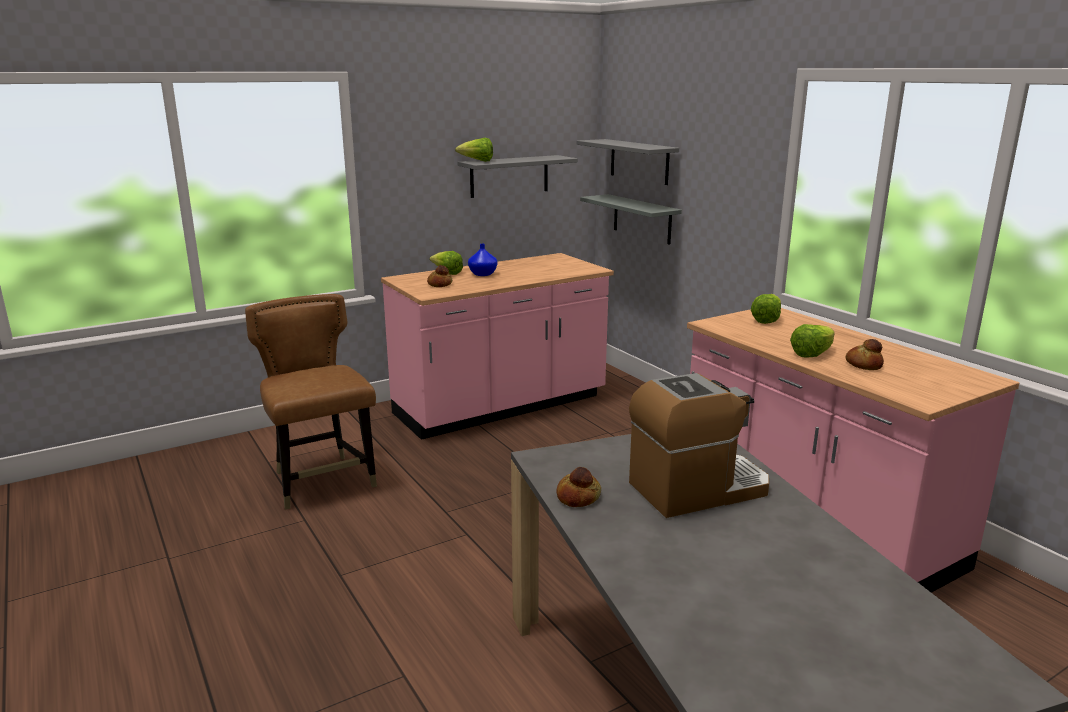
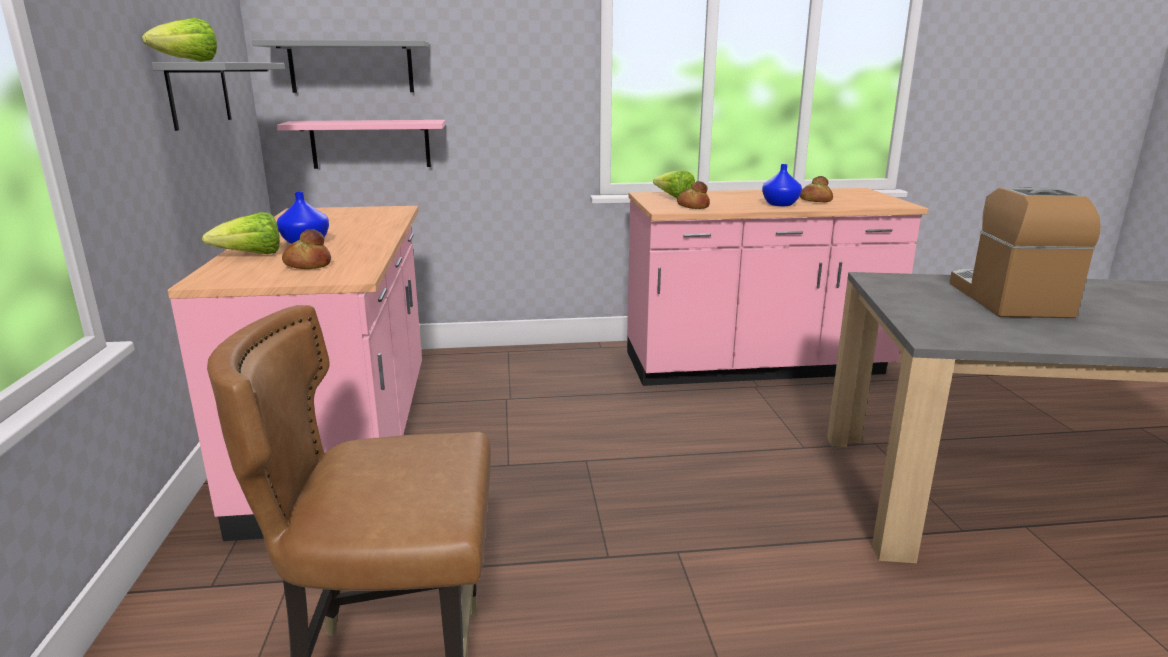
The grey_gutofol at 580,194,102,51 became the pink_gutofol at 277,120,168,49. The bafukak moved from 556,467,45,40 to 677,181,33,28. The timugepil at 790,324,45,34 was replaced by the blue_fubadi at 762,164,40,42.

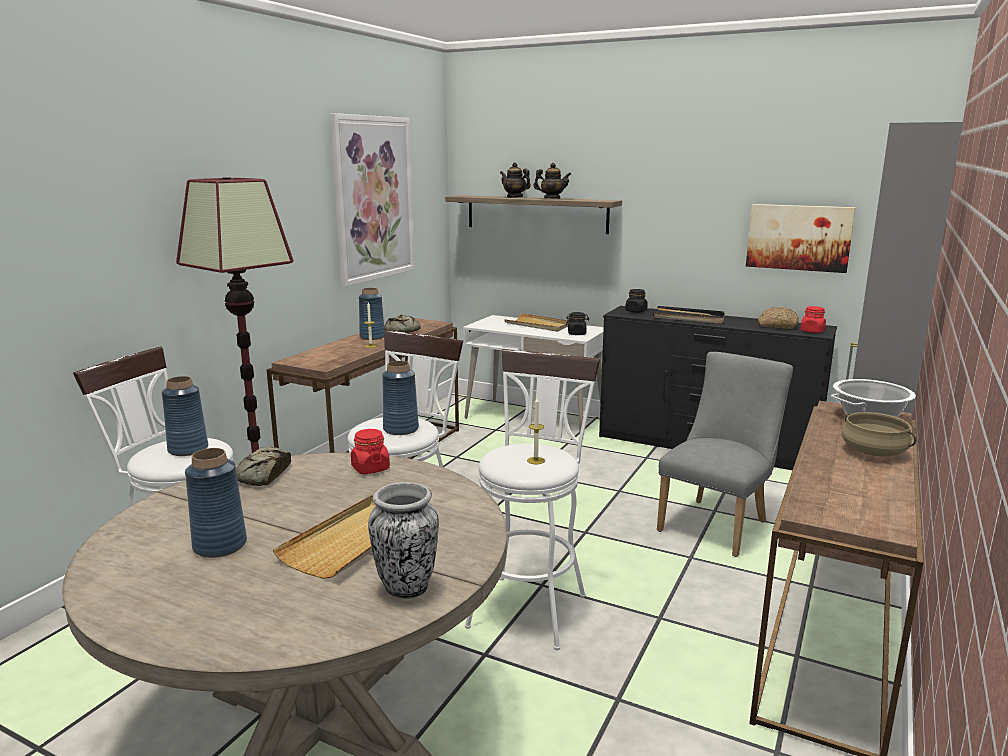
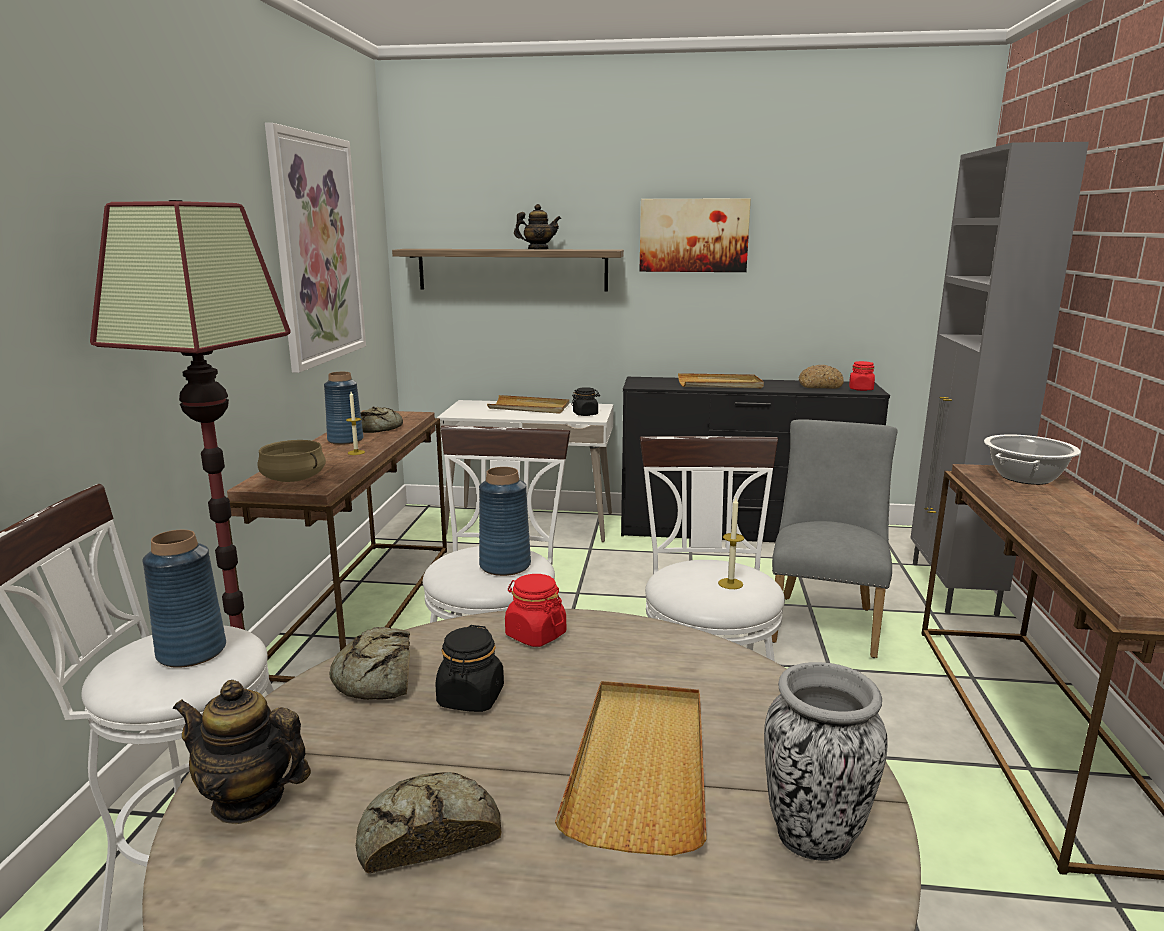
The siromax moved from 500,162,31,36 to 173,680,138,144. The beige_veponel moved from 841,412,75,44 to 258,440,68,42. The blue_fubadi at 185,448,62,110 was replaced by the bafukak at 356,772,145,102. The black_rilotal moved from 625,289,23,24 to 436,625,68,87. The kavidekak moved from 746,204,110,69 to 639,198,112,74. The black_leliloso at 653,306,72,18 became the beige_leliloso at 678,373,86,15.

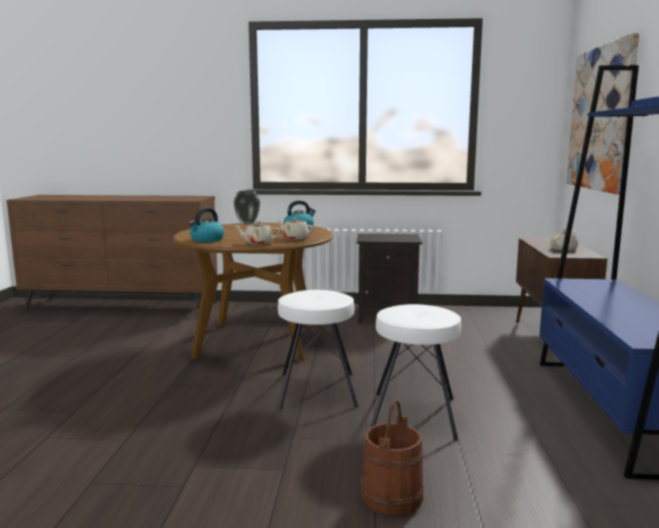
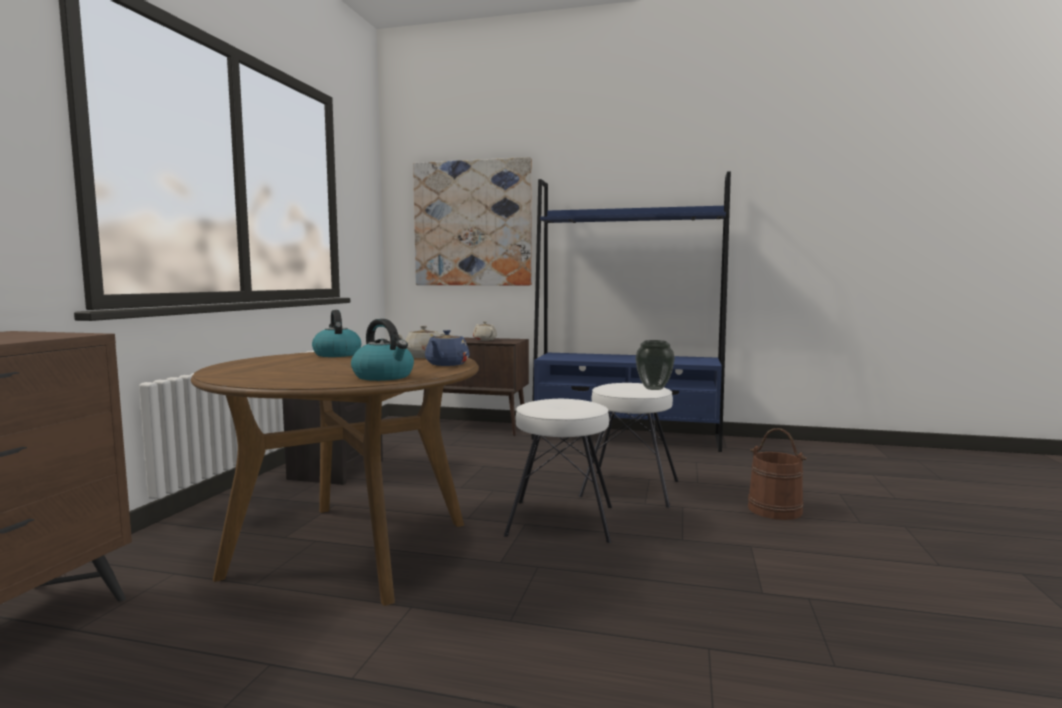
The beige_siromax at 234,221,46,24 became the blue_siromax at 425,330,45,36. The fubadi moved from 234,190,26,35 to 635,340,40,50.

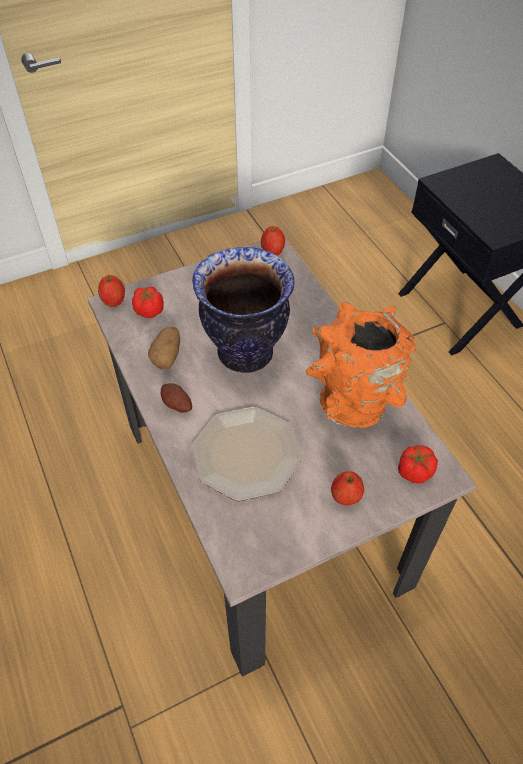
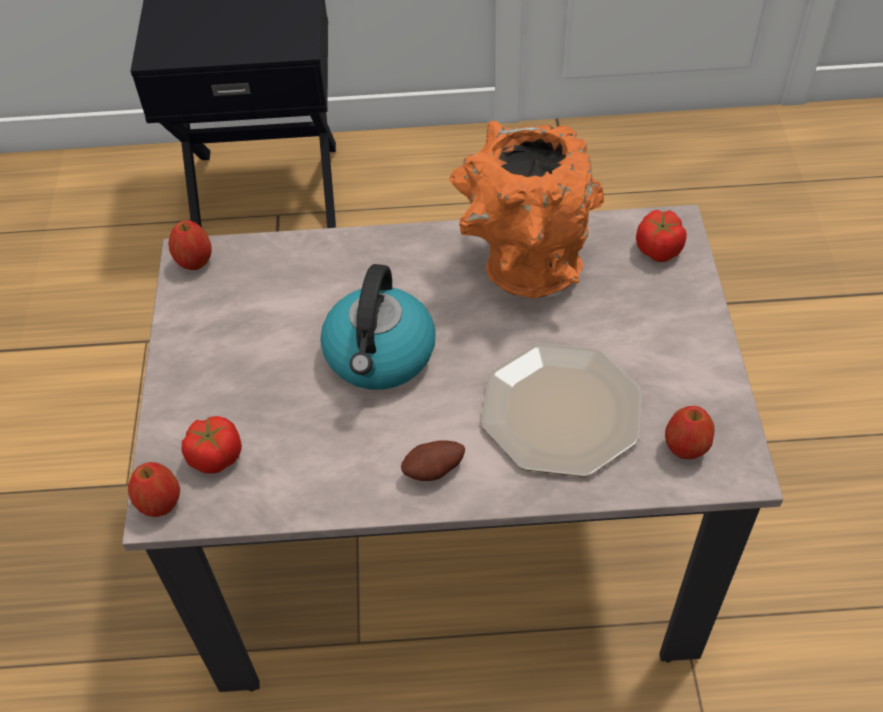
The fubadi at 193,247,101,126 was replaced by the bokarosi at 320,264,116,126. The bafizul moved from 331,471,33,34 to 665,406,50,54. The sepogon at 148,327,32,43 disappeared.

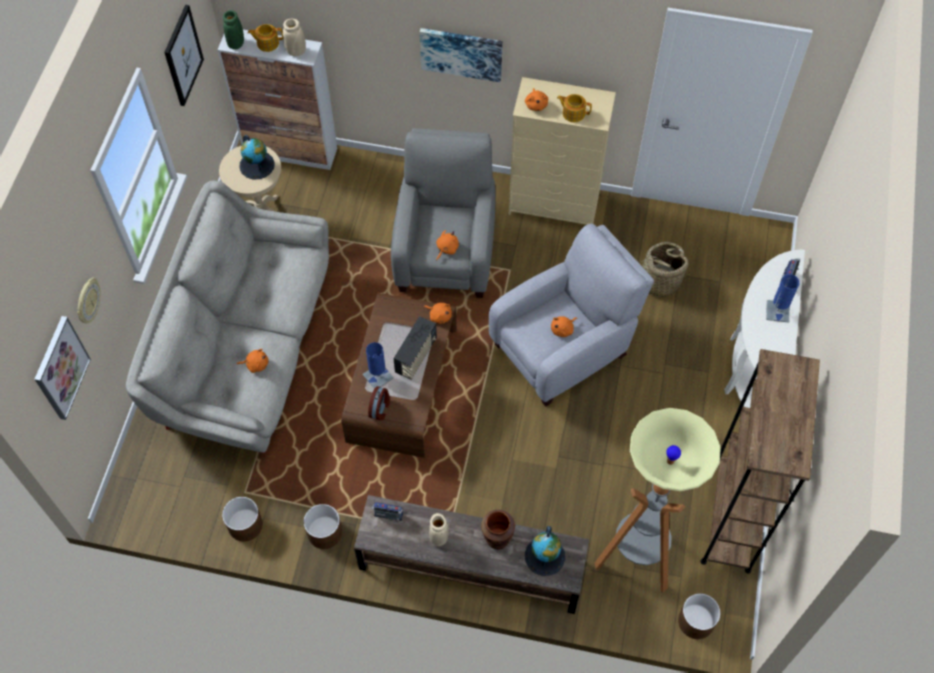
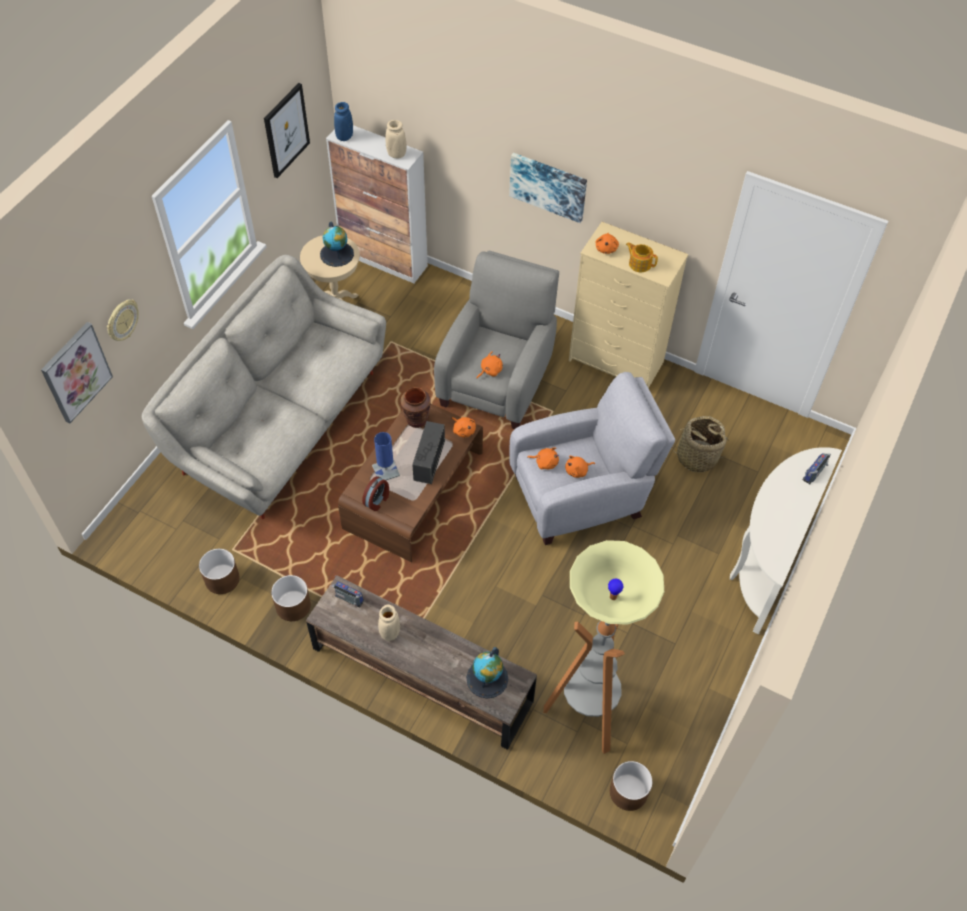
The green_fubadi at 223,10,21,39 became the blue_fubadi at 334,102,19,39. The brown_fubadi moved from 481,510,34,39 to 401,387,30,41. The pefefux at 393,316,44,64 turned 150 degrees clockwise. The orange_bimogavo moved from 237,349,32,24 to 527,447,32,22. The siromax at 247,24,36,28 disappeared. The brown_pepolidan at 701,349,119,224 disappeared. The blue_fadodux at 766,274,34,49 disappeared.

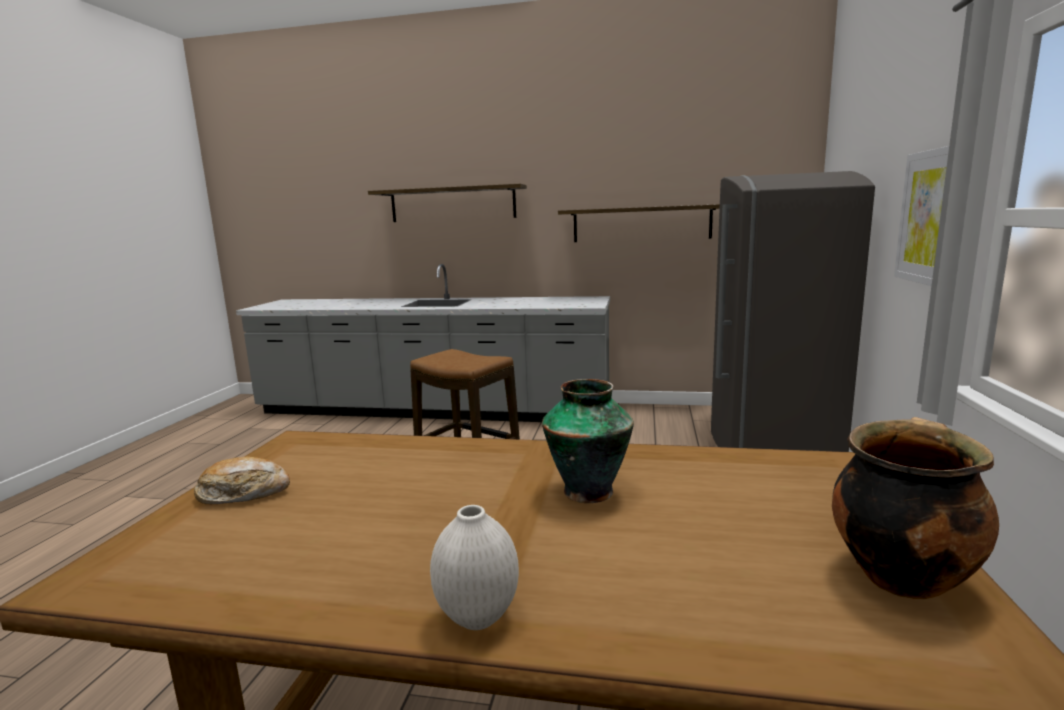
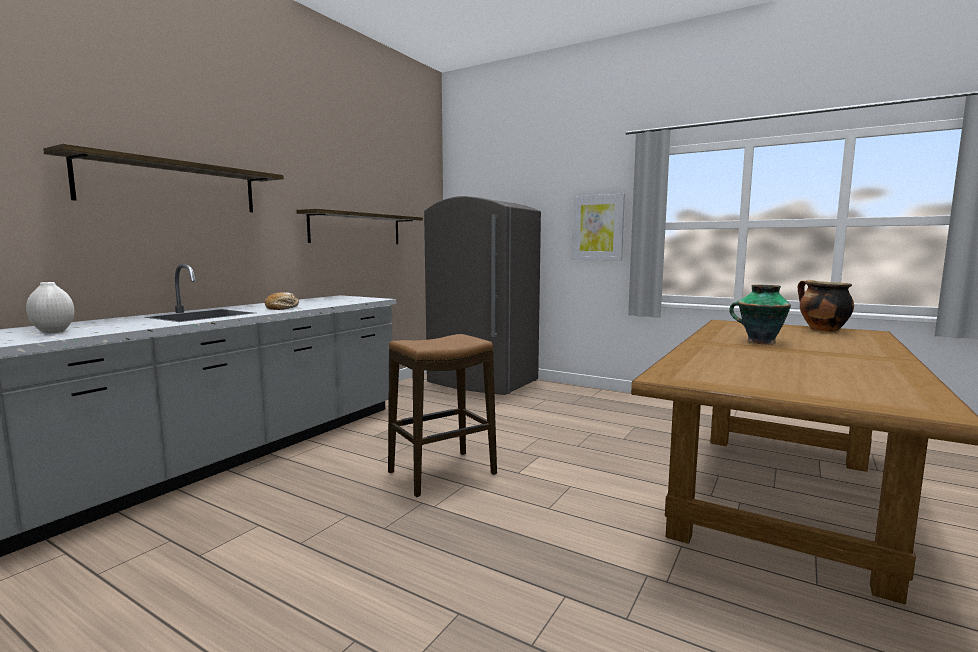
The white_fubadi moved from 430,505,89,125 to 26,282,48,51. The bafukak moved from 194,457,96,47 to 265,292,34,18.

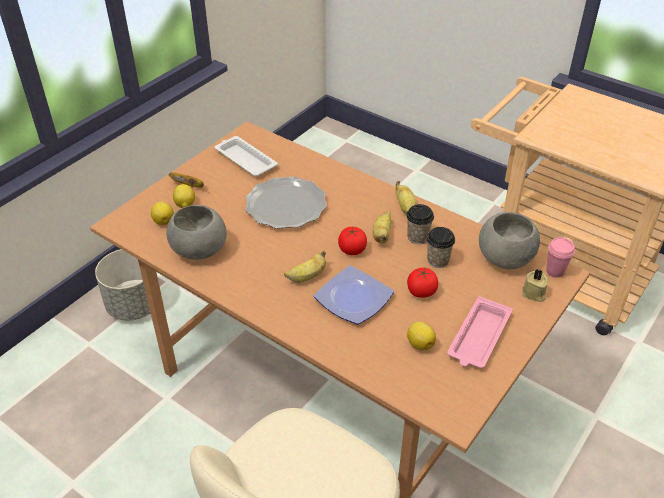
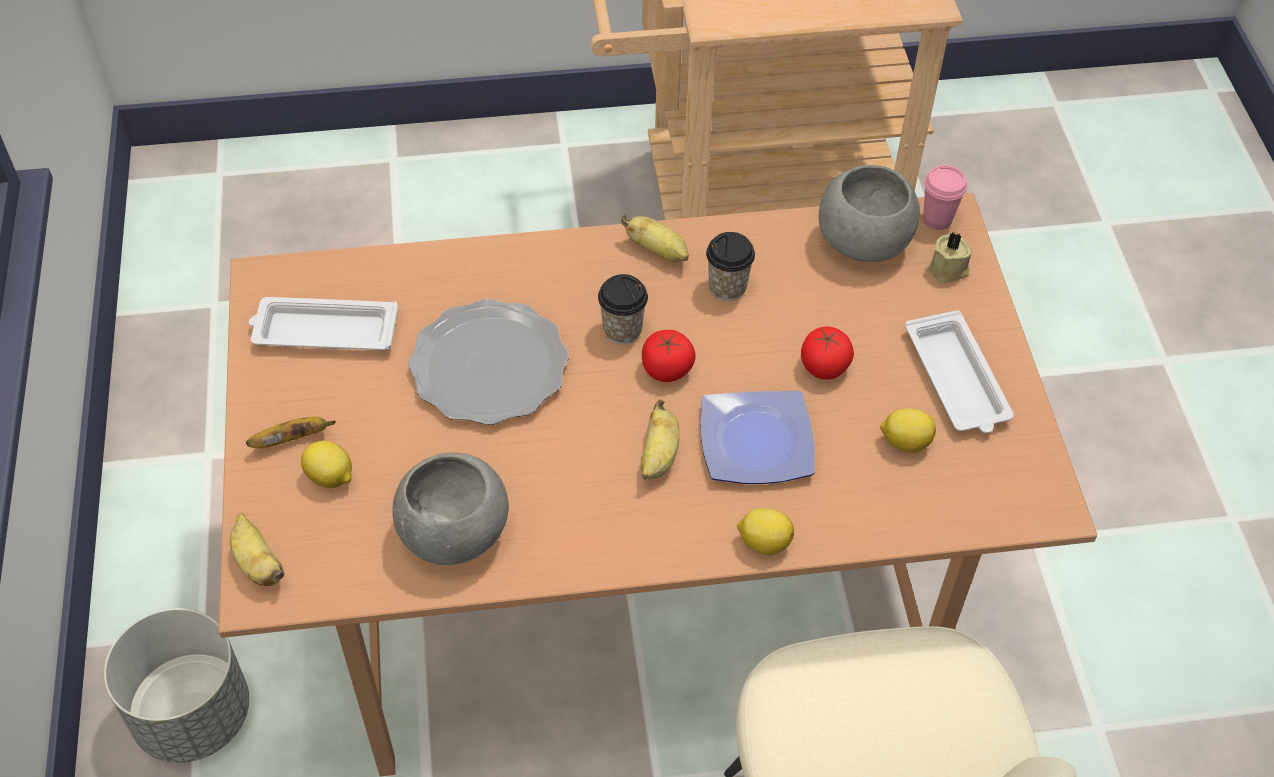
The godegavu moved from 372,211,19,33 to 230,513,54,73. The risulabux moved from 427,227,28,41 to 598,274,50,70. The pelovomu moved from 151,201,23,24 to 737,508,57,47. The pink_leliloso at 447,296,66,72 became the white_leliloso at 905,310,109,123.

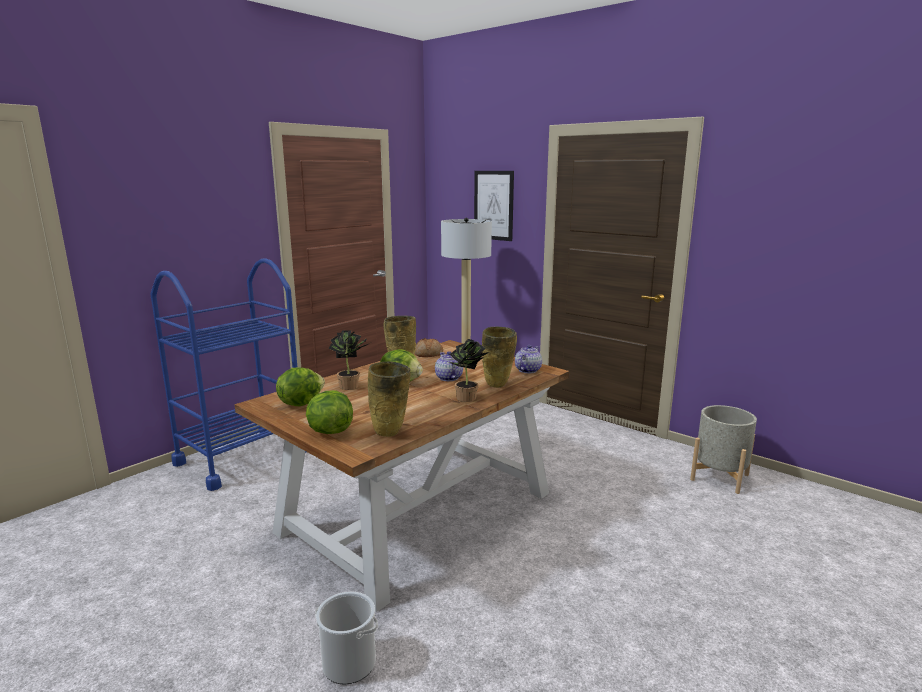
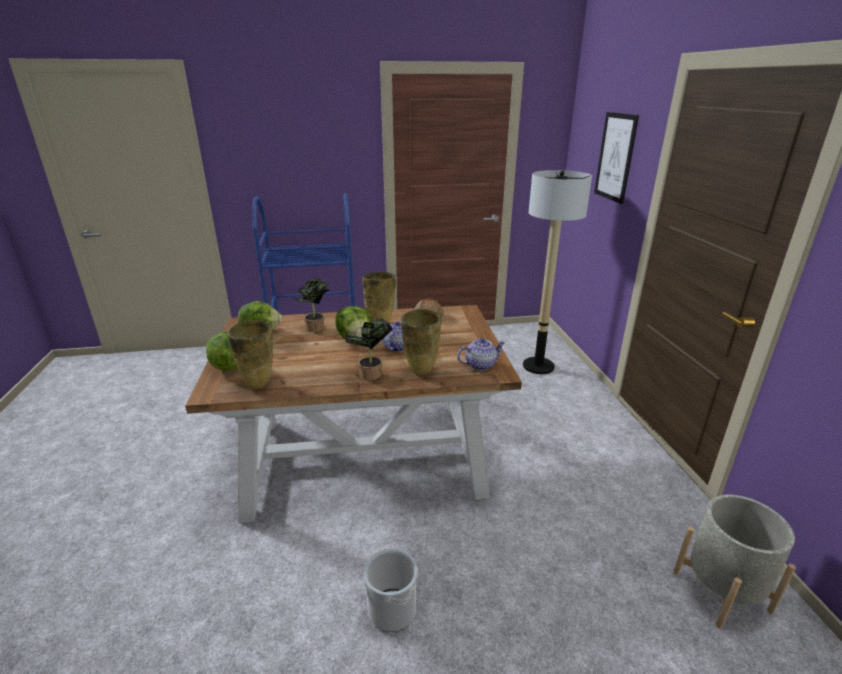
The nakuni moved from 315,591,63,93 to 364,548,53,84.

